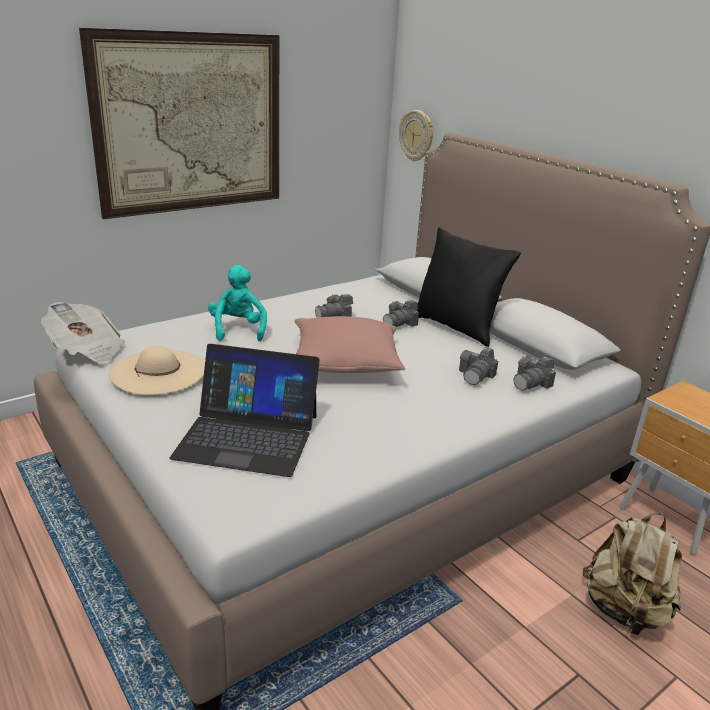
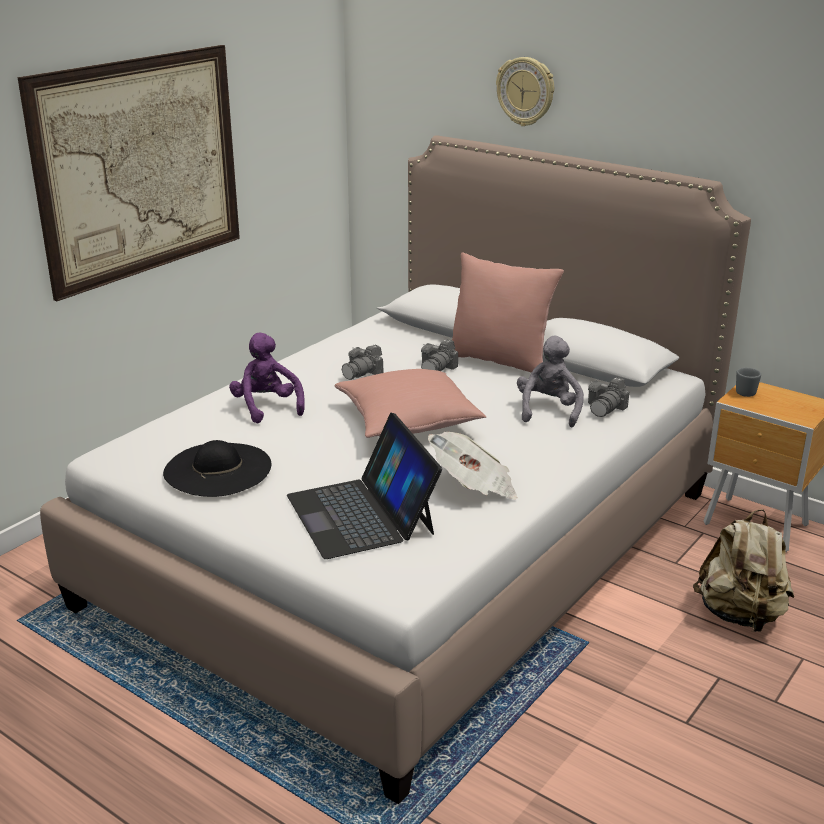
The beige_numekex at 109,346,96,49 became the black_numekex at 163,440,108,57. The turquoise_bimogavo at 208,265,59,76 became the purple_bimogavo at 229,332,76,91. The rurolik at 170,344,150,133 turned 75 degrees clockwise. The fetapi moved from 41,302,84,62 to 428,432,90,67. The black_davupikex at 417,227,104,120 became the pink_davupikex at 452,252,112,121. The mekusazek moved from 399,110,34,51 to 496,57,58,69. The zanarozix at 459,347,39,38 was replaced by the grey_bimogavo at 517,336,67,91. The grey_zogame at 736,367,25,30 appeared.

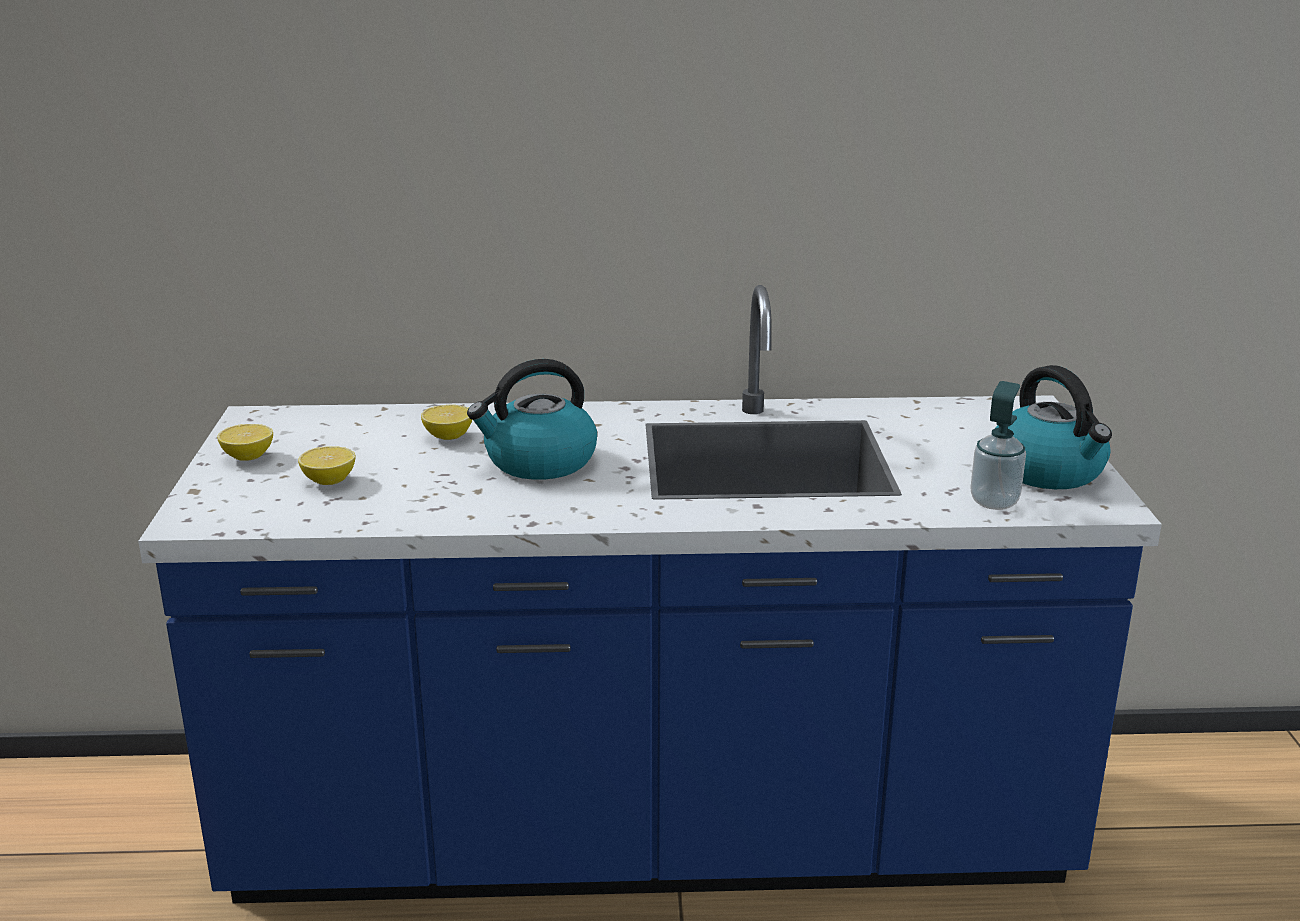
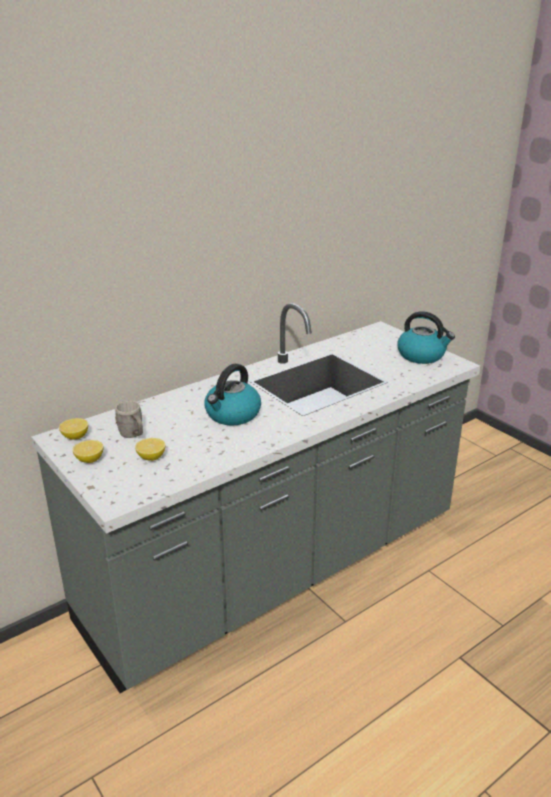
The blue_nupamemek at 138,285,1024,618 became the grey_nupamemek at 31,303,449,390. The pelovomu moved from 421,405,51,35 to 59,418,29,22. The grey_zogame at 115,401,28,37 appeared. The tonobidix at 970,381,56,129 disappeared.

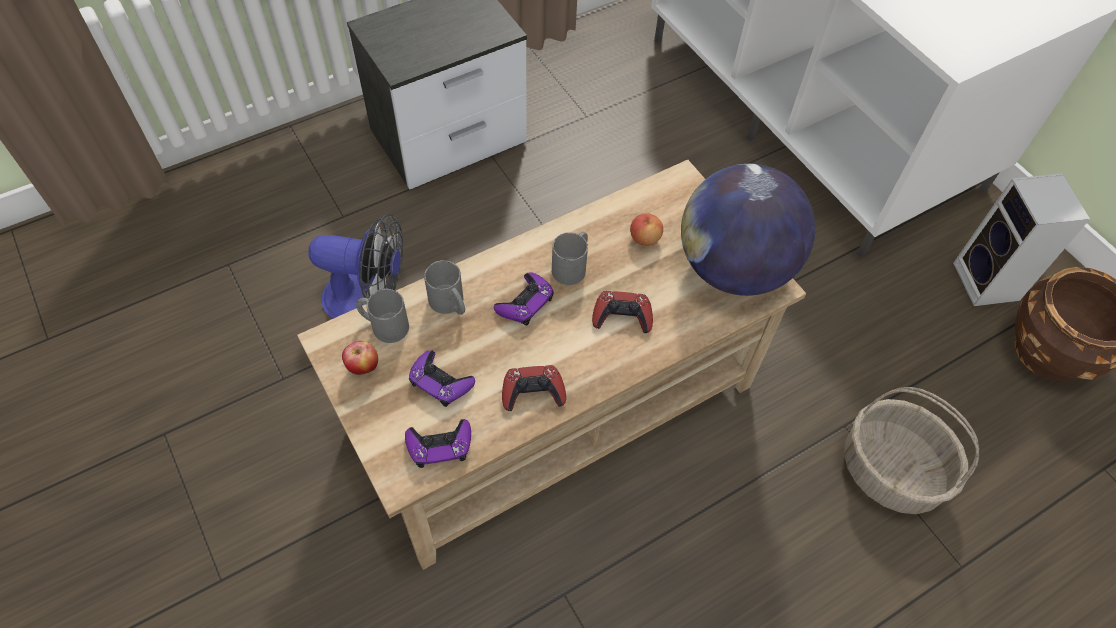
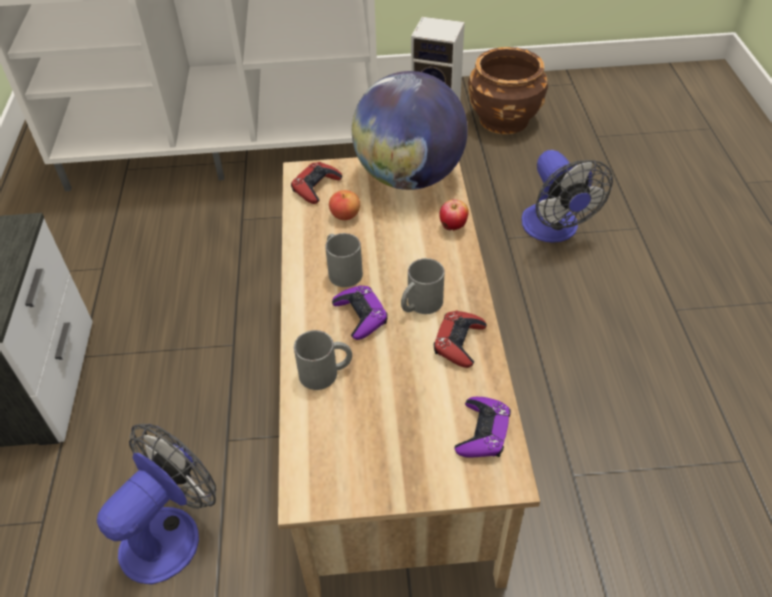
The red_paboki moved from 592,291,61,42 to 291,162,51,42. The grey_zogame moved from 356,289,53,54 to 401,258,43,56. The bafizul moved from 342,341,36,34 to 439,199,30,32. The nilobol at 844,387,135,127 was replaced by the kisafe at 521,150,92,93. The purple_paboki at 409,351,66,56 disappeared.

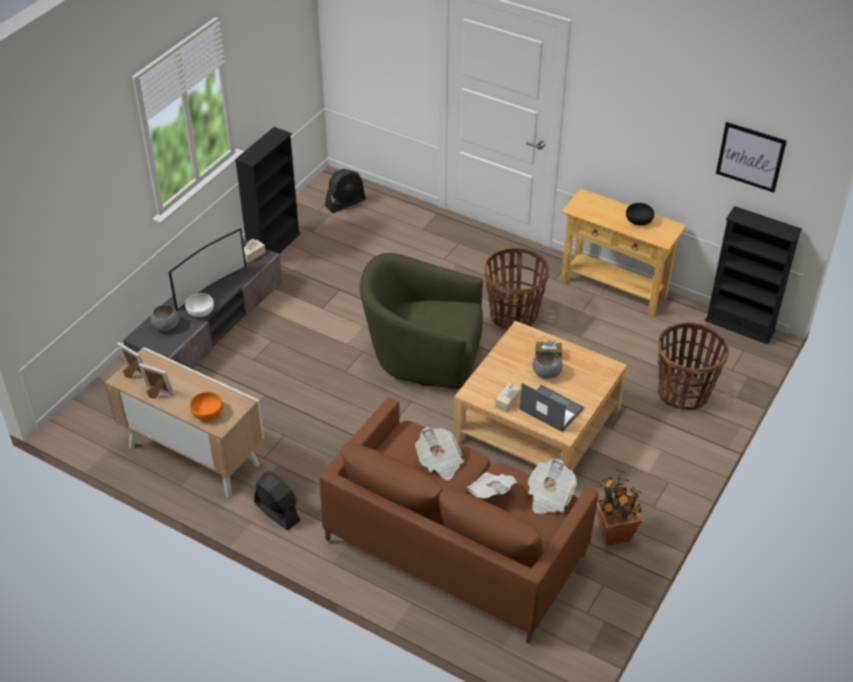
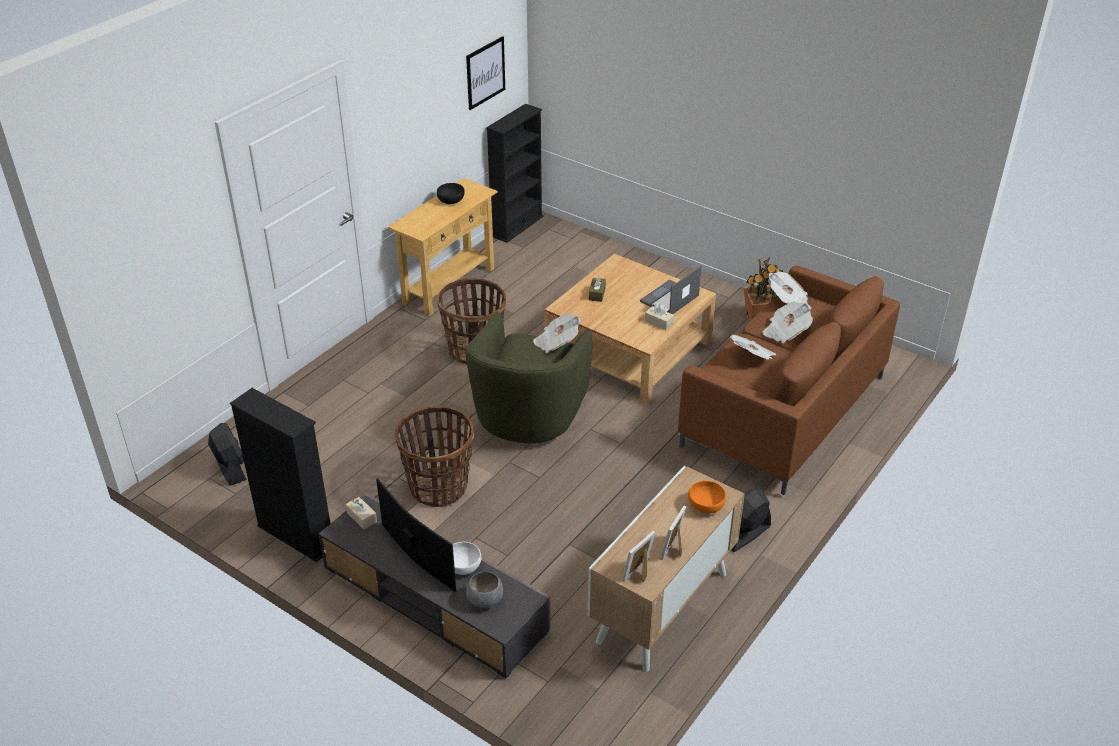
The nilobol moved from 658,323,71,87 to 395,406,79,101. The fetapi at 533,313,48,40 appeared. The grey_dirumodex at 532,351,31,28 disappeared.

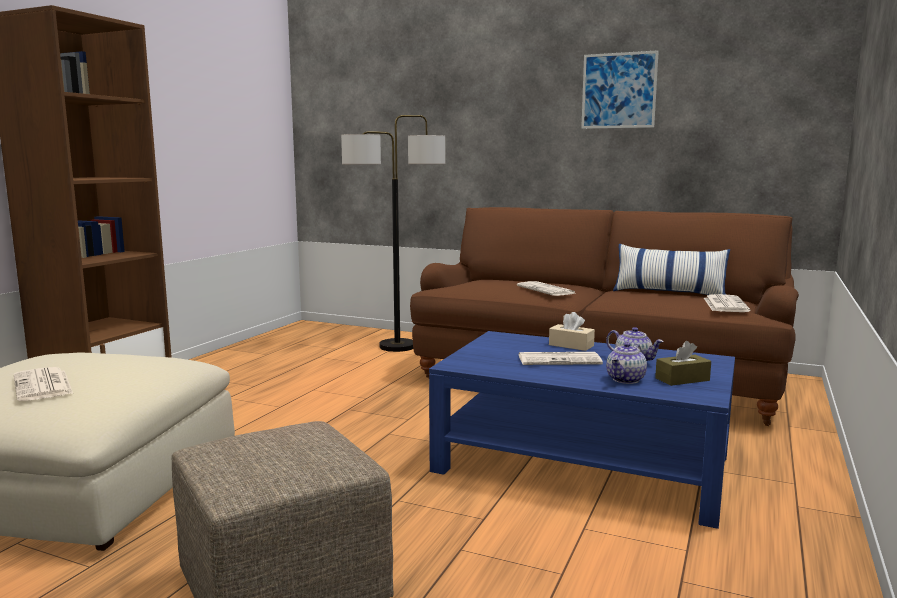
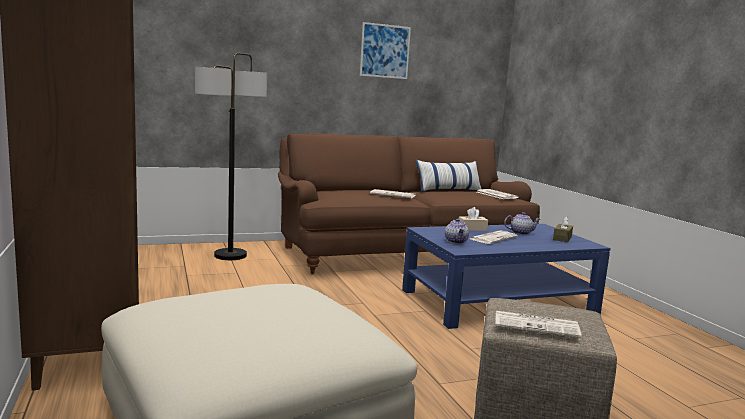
The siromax moved from 606,342,41,42 to 445,219,24,25. The fetapi moved from 14,367,59,34 to 495,311,87,27.

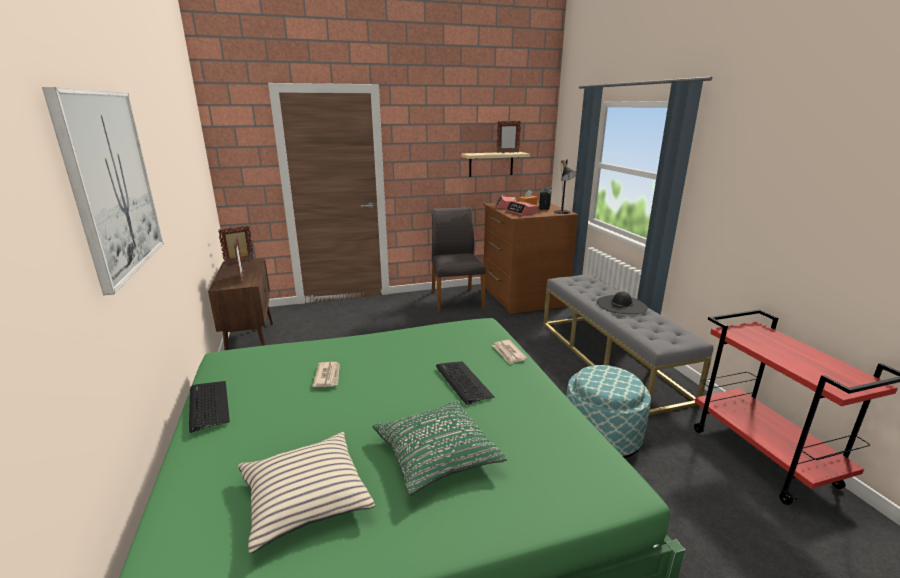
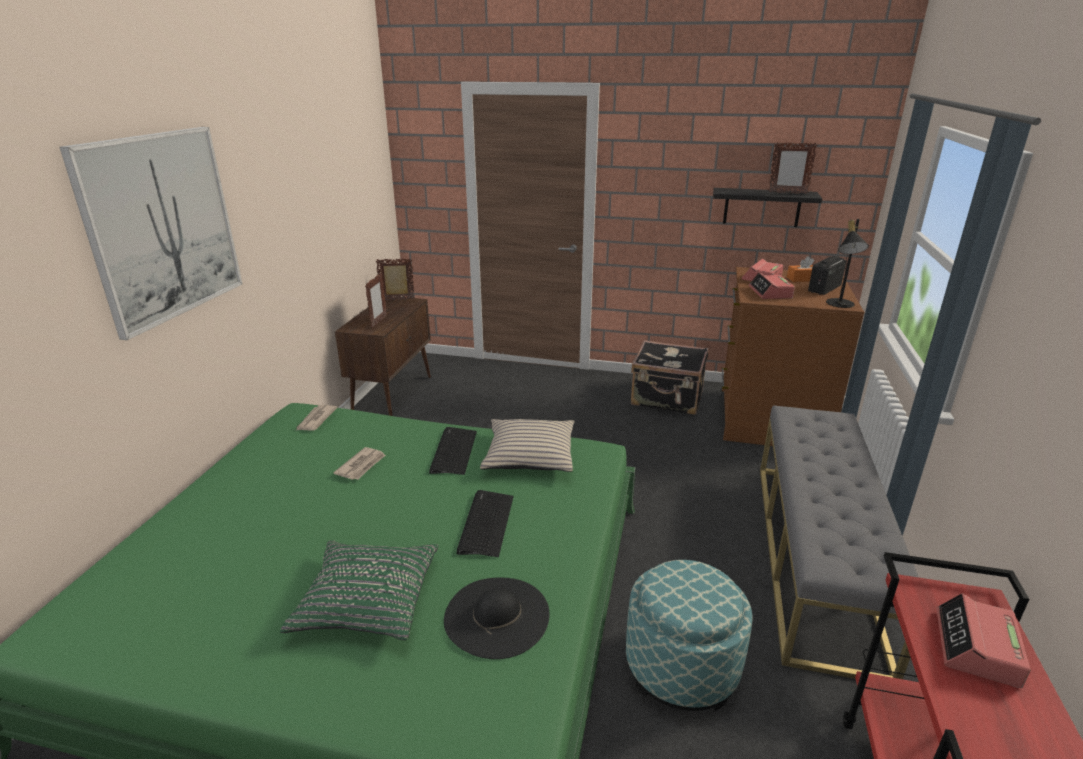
The fetapi moved from 492,340,35,24 to 295,405,43,26. The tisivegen moved from 189,381,41,52 to 429,427,48,48. The black_numekex moved from 597,292,51,22 to 444,578,105,81. The beige_davupikex moved from 238,432,137,121 to 480,419,95,53. The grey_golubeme at 432,207,54,105 was replaced by the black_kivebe at 631,340,77,75. The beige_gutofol at 461,152,69,25 became the black_gutofol at 713,188,109,39. The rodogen at 936,593,95,95 appeared.

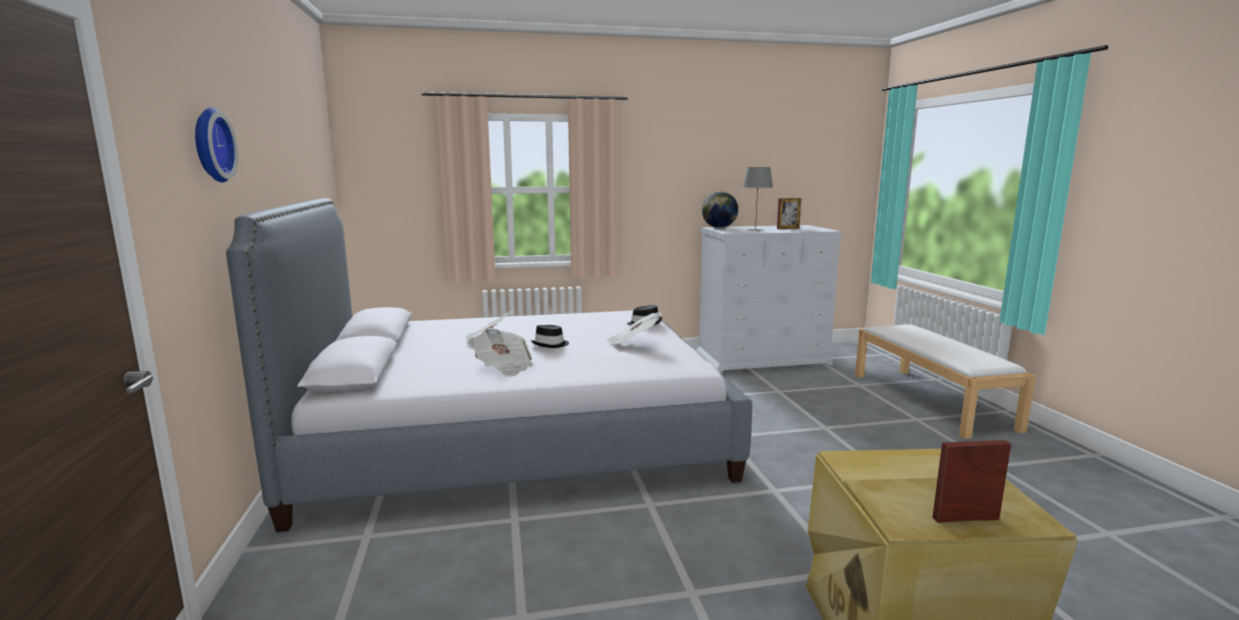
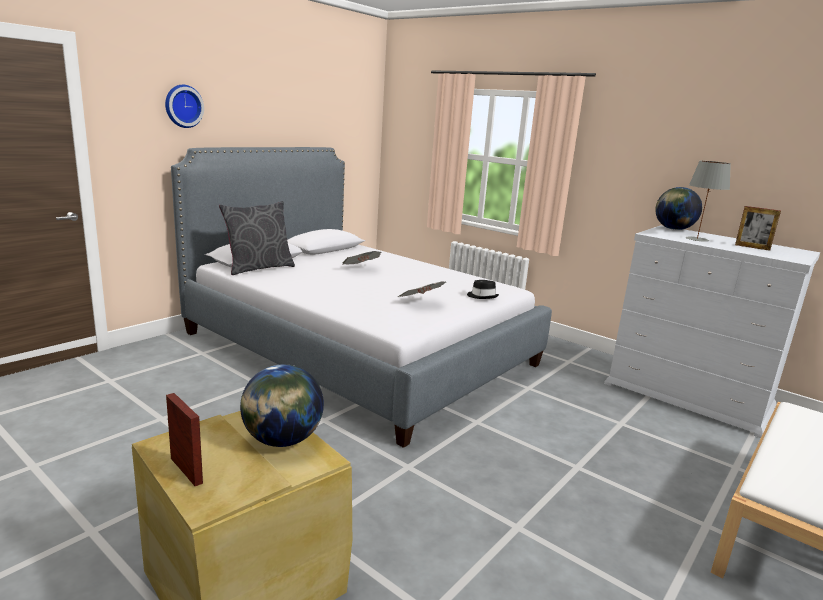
The grey_davupikex at 219,201,76,74 appeared. The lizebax at 240,364,84,83 appeared. The fetapi at 473,328,61,49 disappeared. The black_numekex at 531,325,38,23 disappeared.

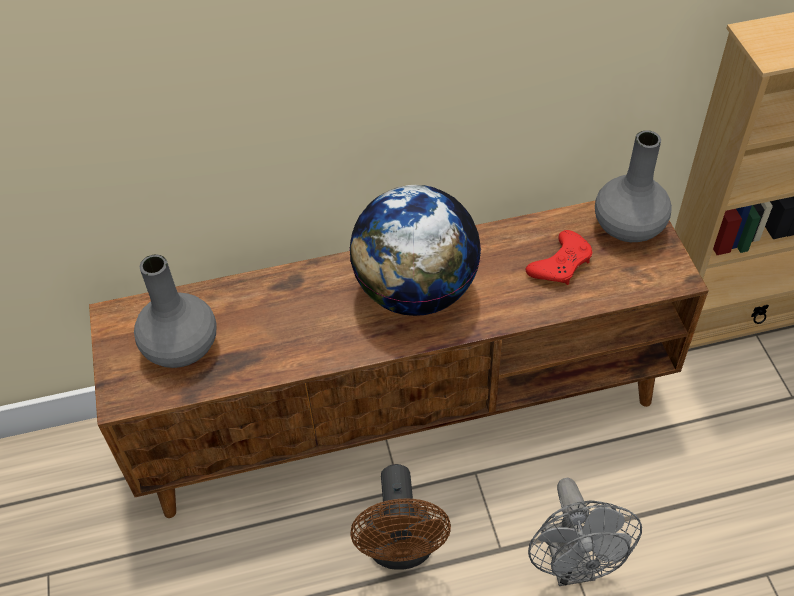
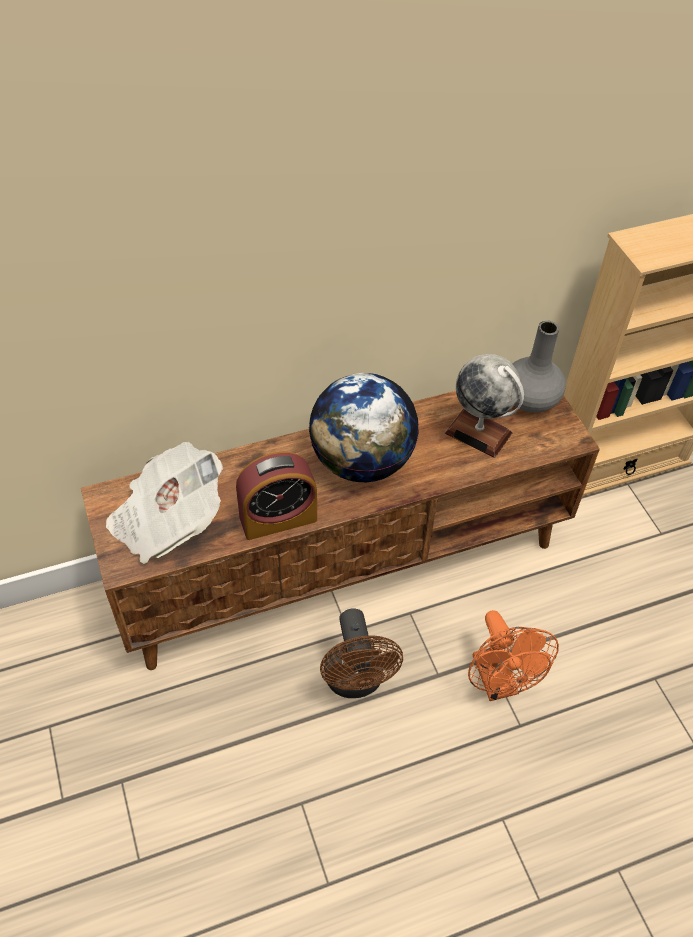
The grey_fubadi at 134,254,82,114 was replaced by the fetapi at 106,442,117,122. The rodogen at 236,452,81,88 appeared. The red_paboki at 526,230,67,55 was replaced by the lizebax at 445,354,79,104. The grey_kisafe at 528,478,114,108 became the orange_kisafe at 468,610,91,91.

